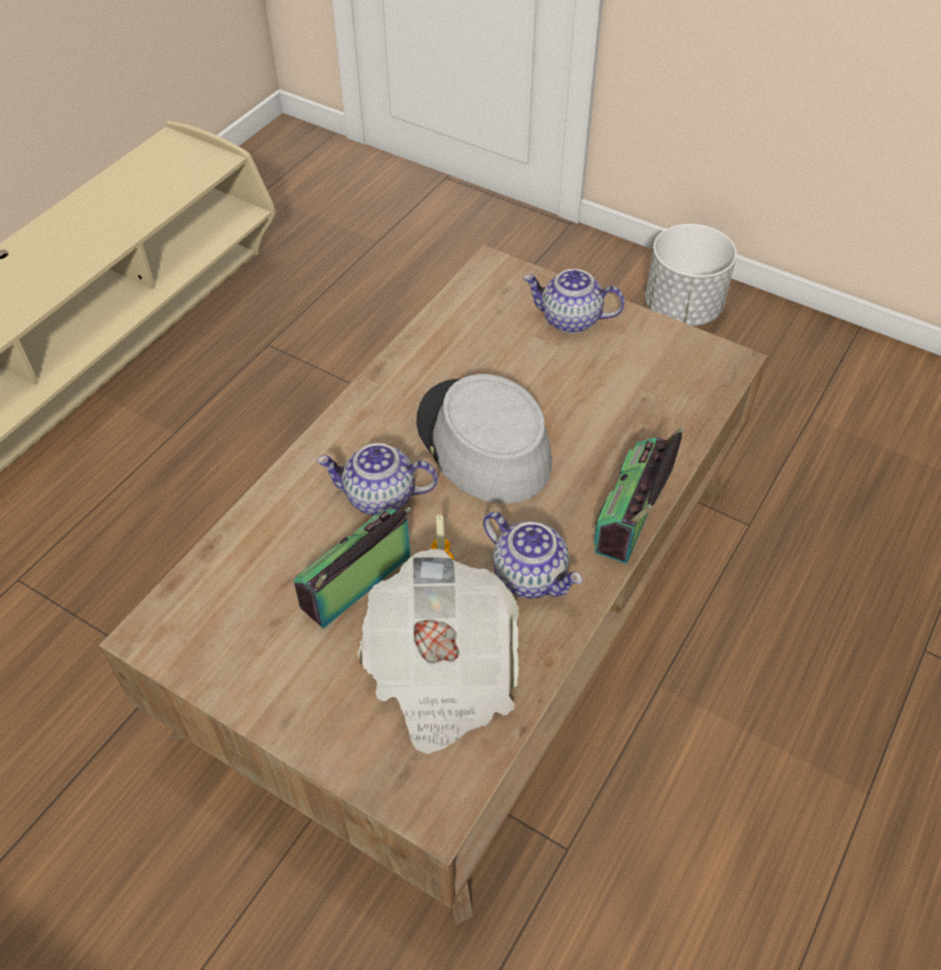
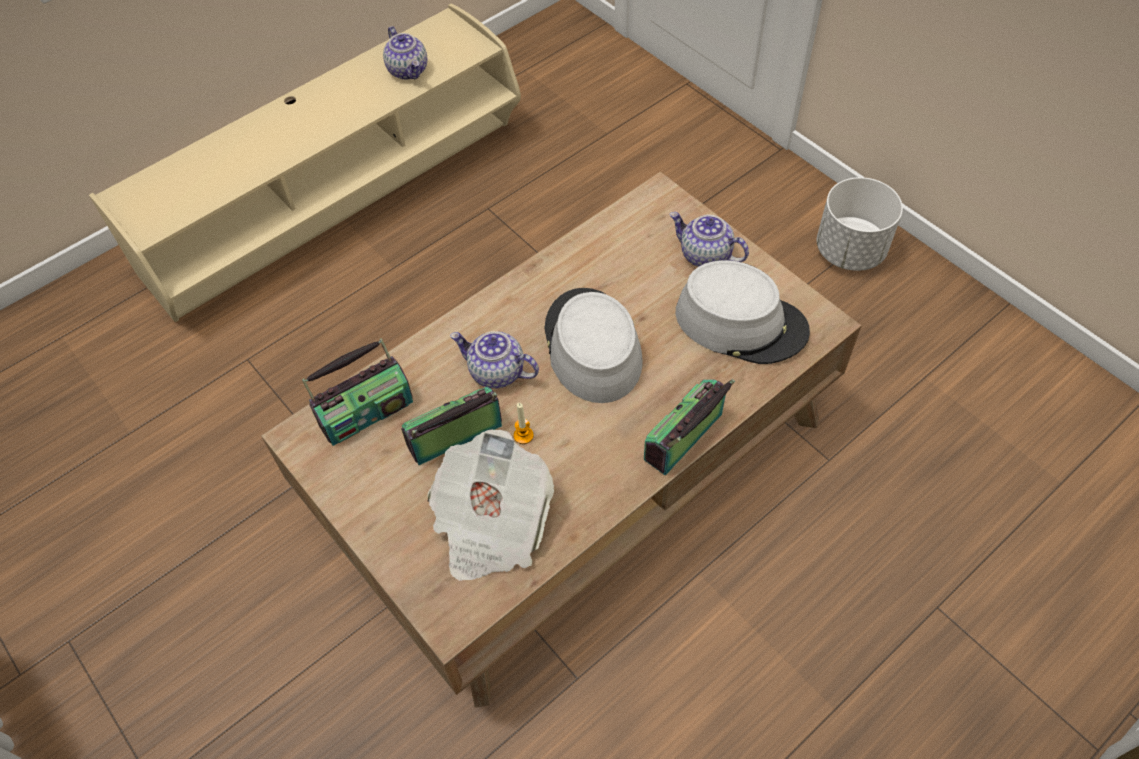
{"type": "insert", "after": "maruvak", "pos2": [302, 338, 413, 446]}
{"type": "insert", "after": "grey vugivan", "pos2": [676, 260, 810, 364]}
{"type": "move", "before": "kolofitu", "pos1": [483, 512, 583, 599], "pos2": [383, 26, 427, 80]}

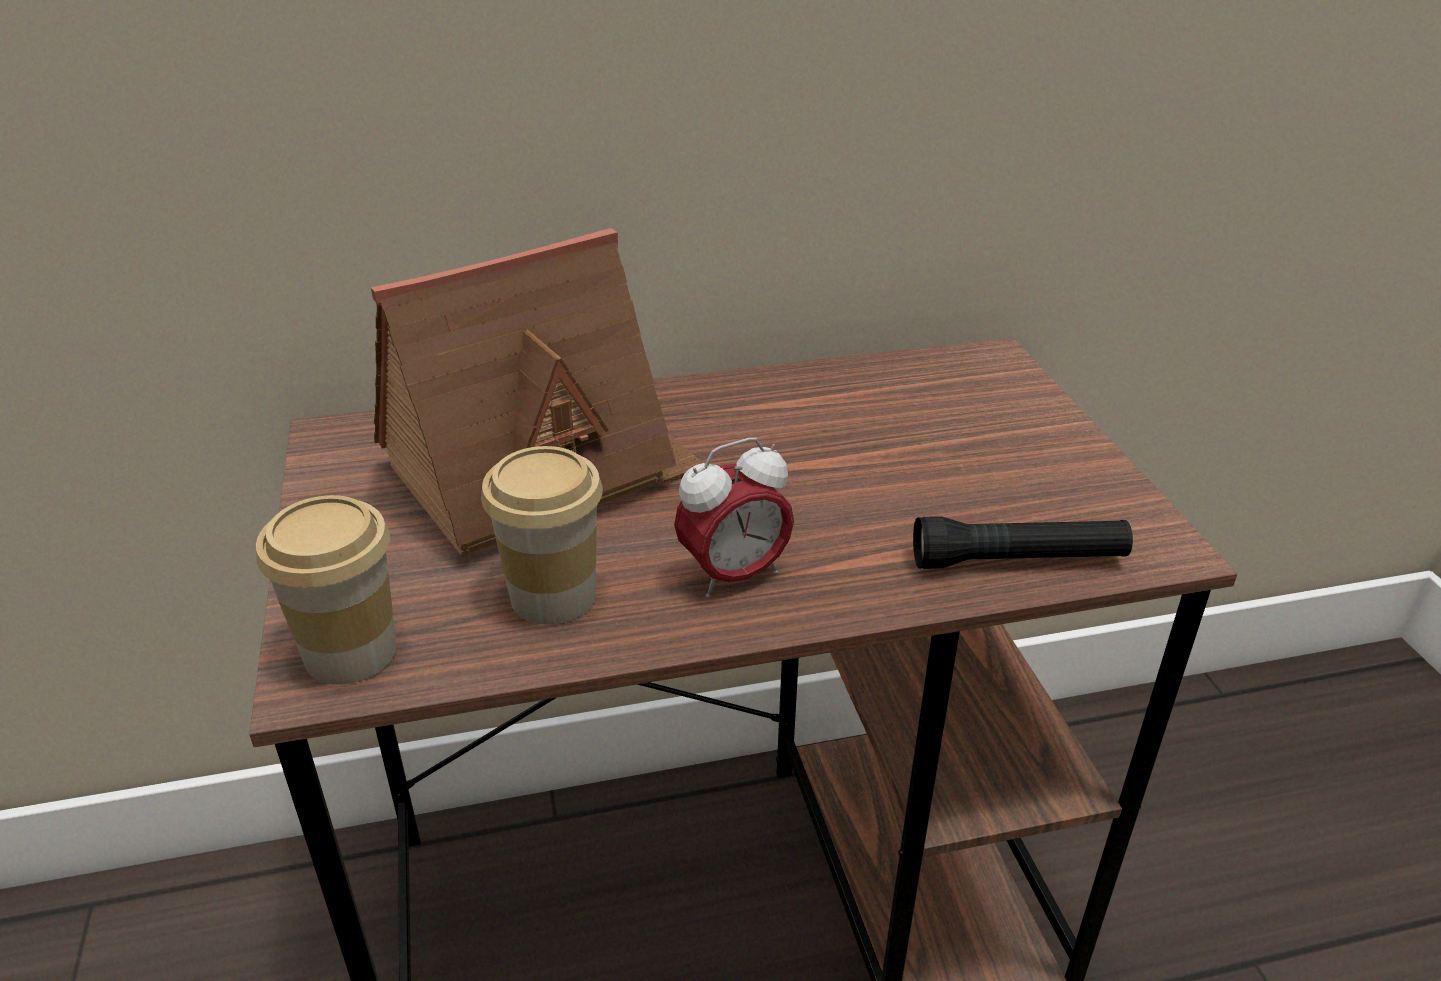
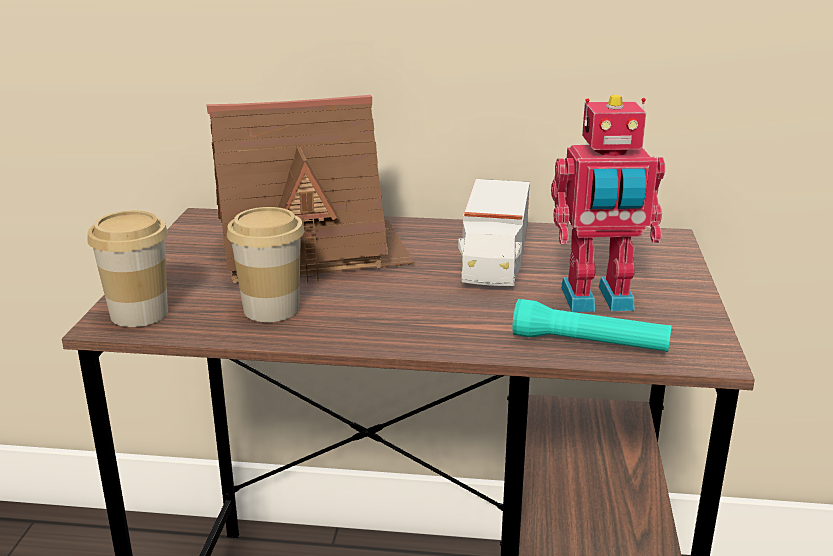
{"type": "delete", "before": "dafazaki", "pos1": [674, 438, 794, 598]}
{"type": "insert", "after": "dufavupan", "pos2": [458, 179, 530, 286]}
{"type": "insert", "after": "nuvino", "pos2": [551, 95, 665, 312]}
{"type": "recolor", "before": "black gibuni", "after": "turquoise gibuni", "pos1": [913, 516, 1133, 569], "pos2": [512, 299, 672, 352]}

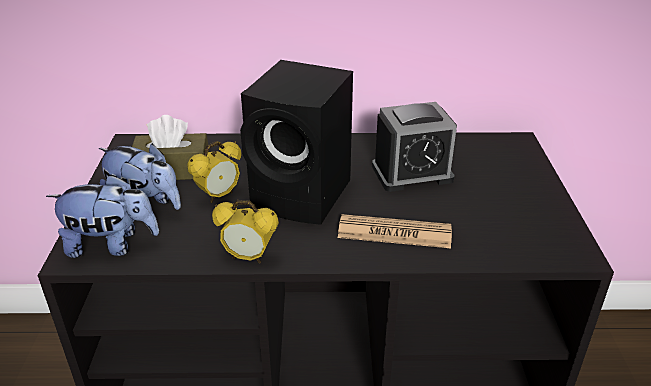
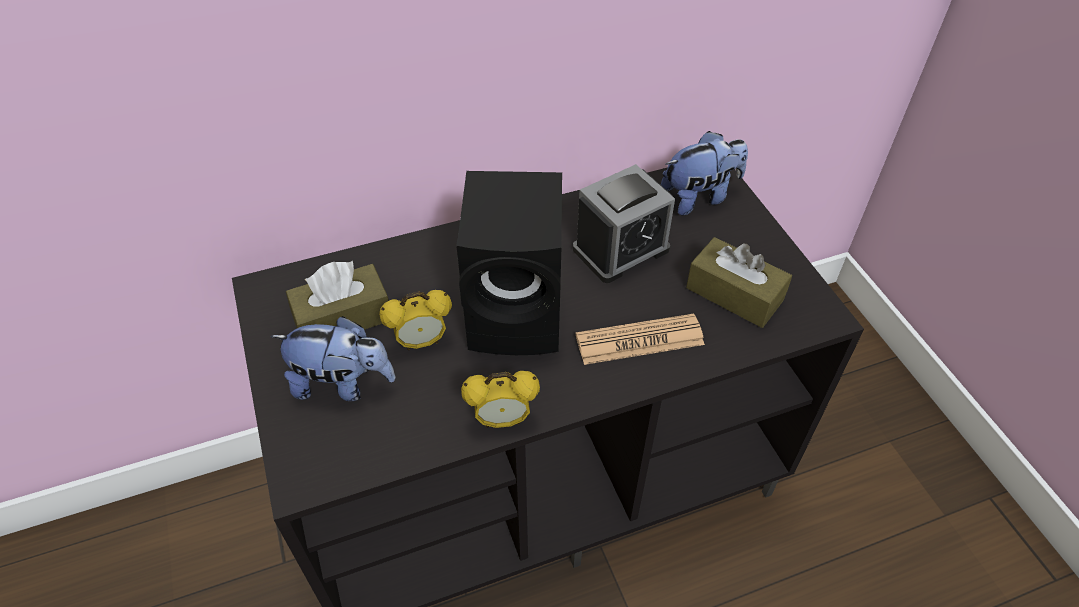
{"type": "insert", "after": "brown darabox", "pos2": [686, 237, 792, 328]}
{"type": "move", "before": "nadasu", "pos1": [46, 174, 159, 258], "pos2": [661, 131, 748, 216]}
{"type": "rotate", "before": "dafazaki", "pos1": [187, 141, 241, 203], "pos2": [379, 290, 452, 351], "turn": 45}

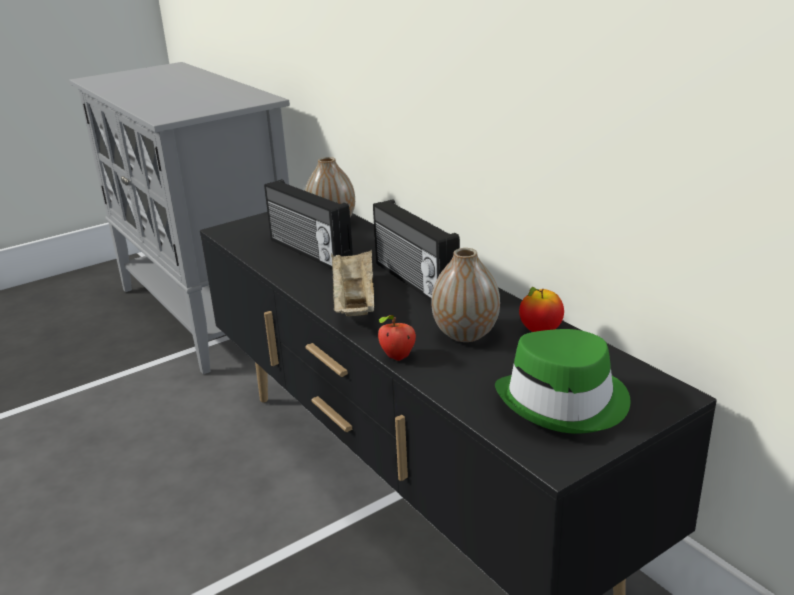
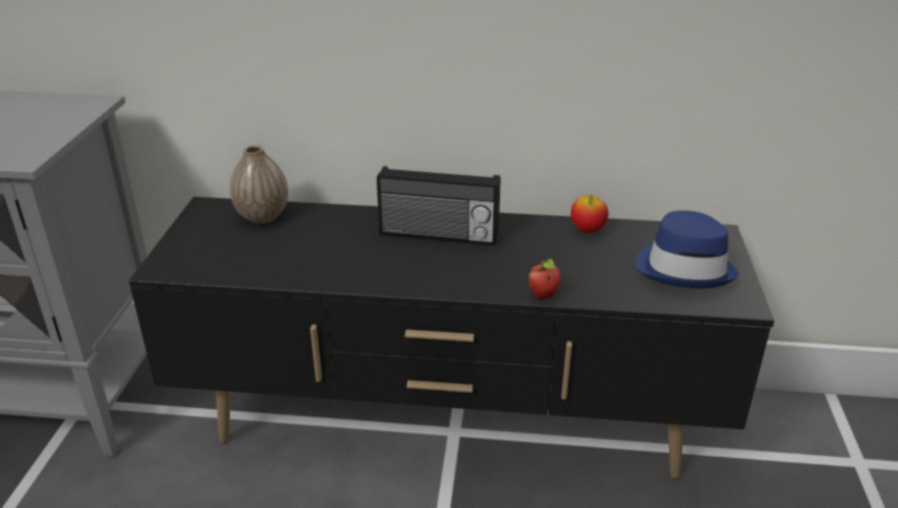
{"type": "delete", "before": "maruvak", "pos1": [264, 179, 353, 269]}
{"type": "delete", "before": "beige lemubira", "pos1": [331, 250, 374, 316]}
{"type": "delete", "before": "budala", "pos1": [431, 248, 500, 342]}
{"type": "recolor", "before": "green vugivan", "after": "blue vugivan", "pos1": [495, 329, 630, 434], "pos2": [635, 210, 738, 288]}

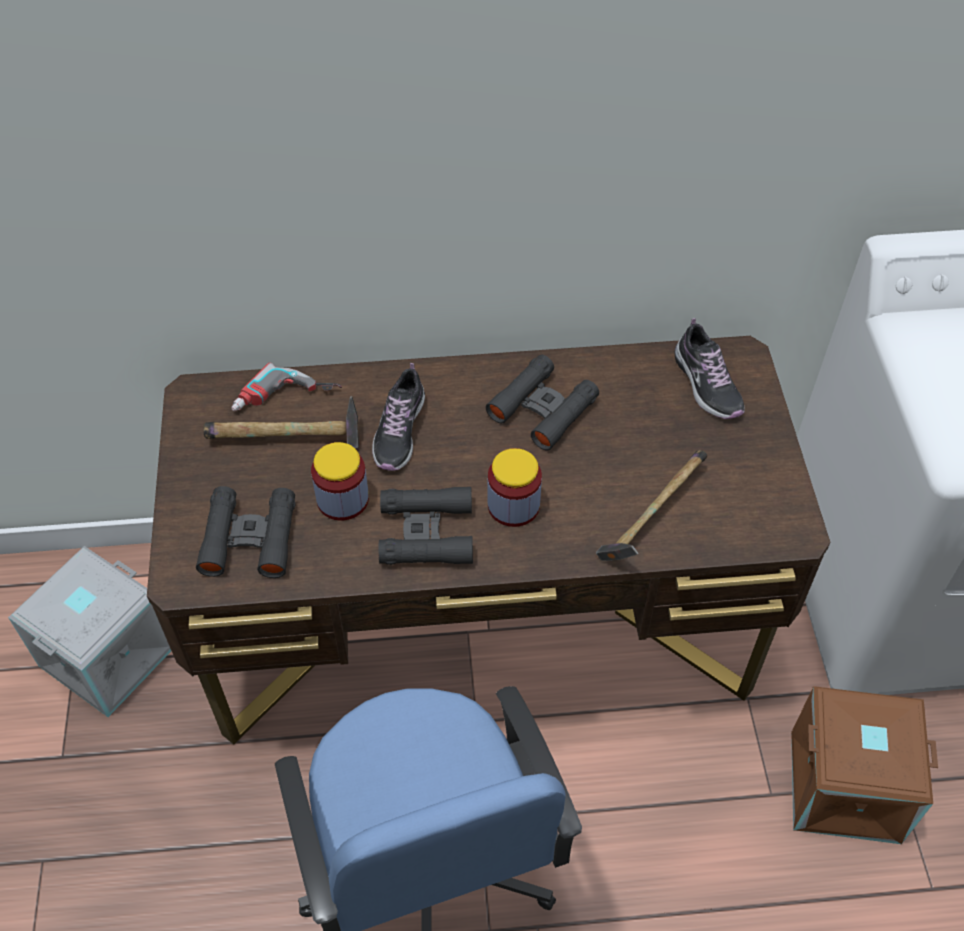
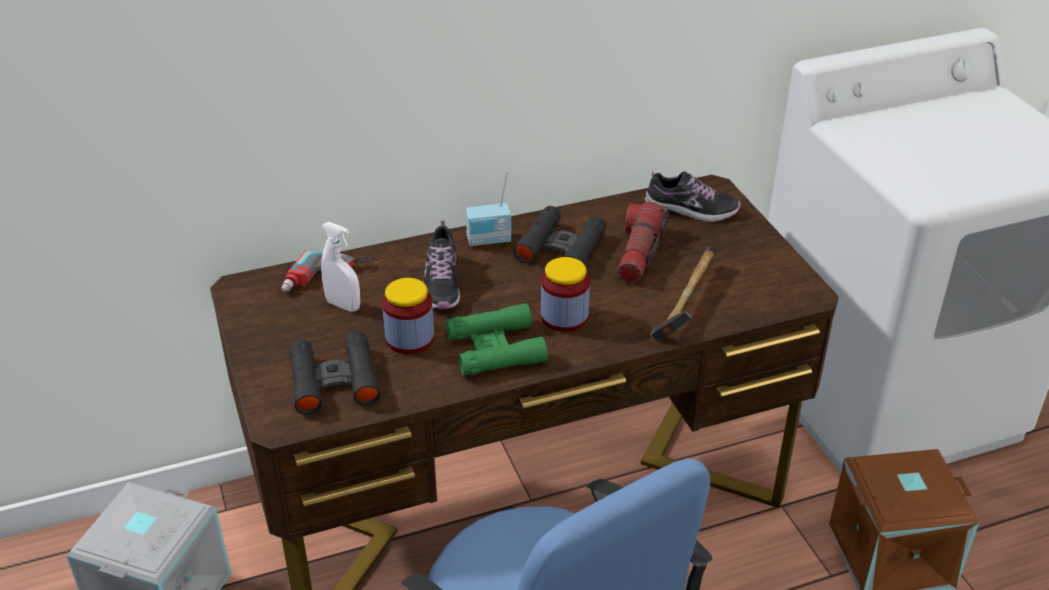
{"type": "insert", "after": "maruvak", "pos2": [466, 171, 511, 246]}
{"type": "insert", "after": "gibuni", "pos2": [617, 202, 669, 283]}
{"type": "replace", "before": "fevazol", "after": "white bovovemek", "pos1": [203, 396, 359, 448], "pos2": [321, 222, 360, 312]}
{"type": "recolor", "before": "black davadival", "after": "green davadival", "pos1": [378, 487, 473, 565], "pos2": [446, 303, 548, 375]}
{"type": "rotate", "before": "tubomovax", "pos1": [674, 318, 745, 419], "pos2": [644, 171, 741, 222], "turn": -45}

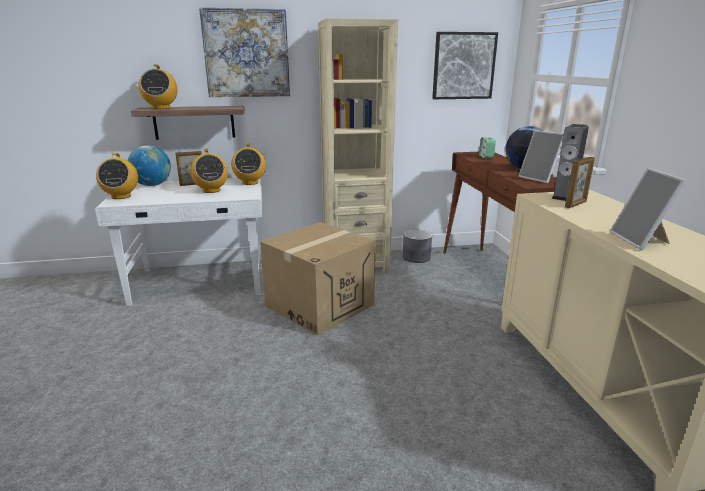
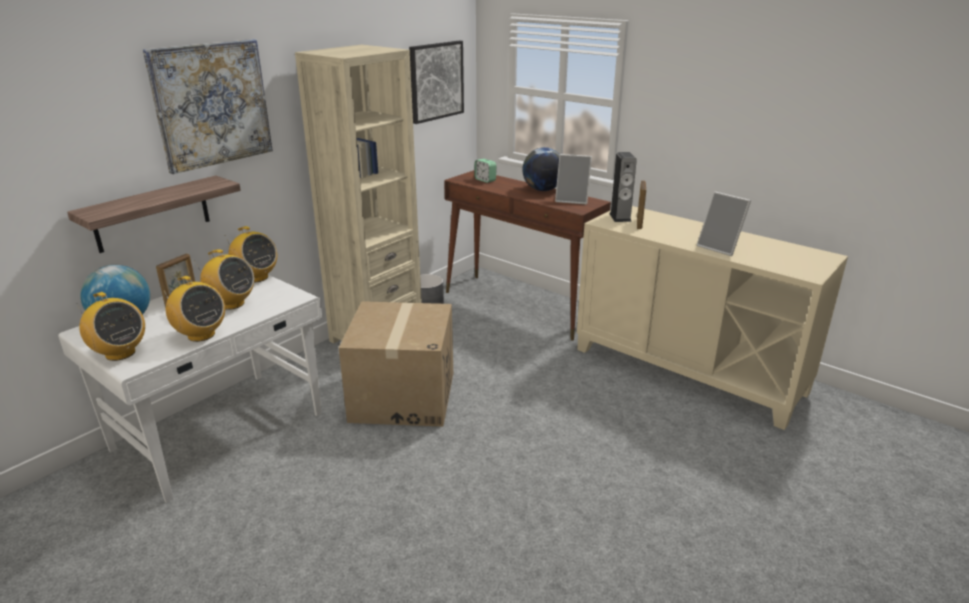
{"type": "move", "before": "maruvak", "pos1": [138, 64, 178, 109], "pos2": [162, 276, 225, 342]}

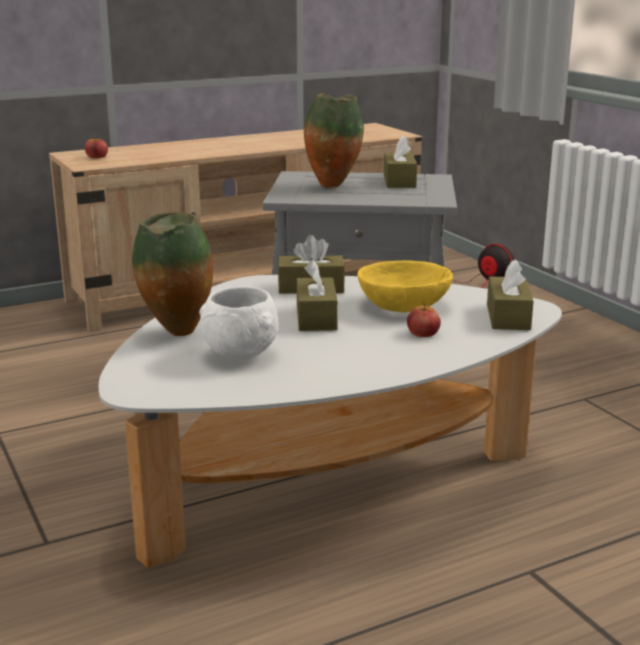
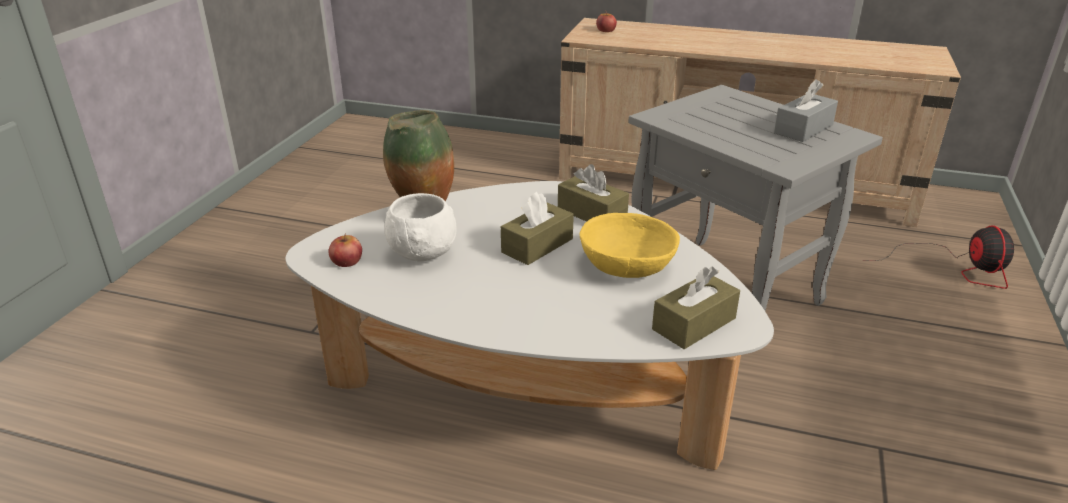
{"type": "delete", "before": "budala", "pos1": [304, 93, 364, 188]}
{"type": "move", "before": "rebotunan", "pos1": [407, 302, 441, 337], "pos2": [328, 233, 362, 267]}
{"type": "recolor", "before": "brown darabox", "after": "grey darabox", "pos1": [384, 135, 417, 188], "pos2": [774, 79, 838, 142]}

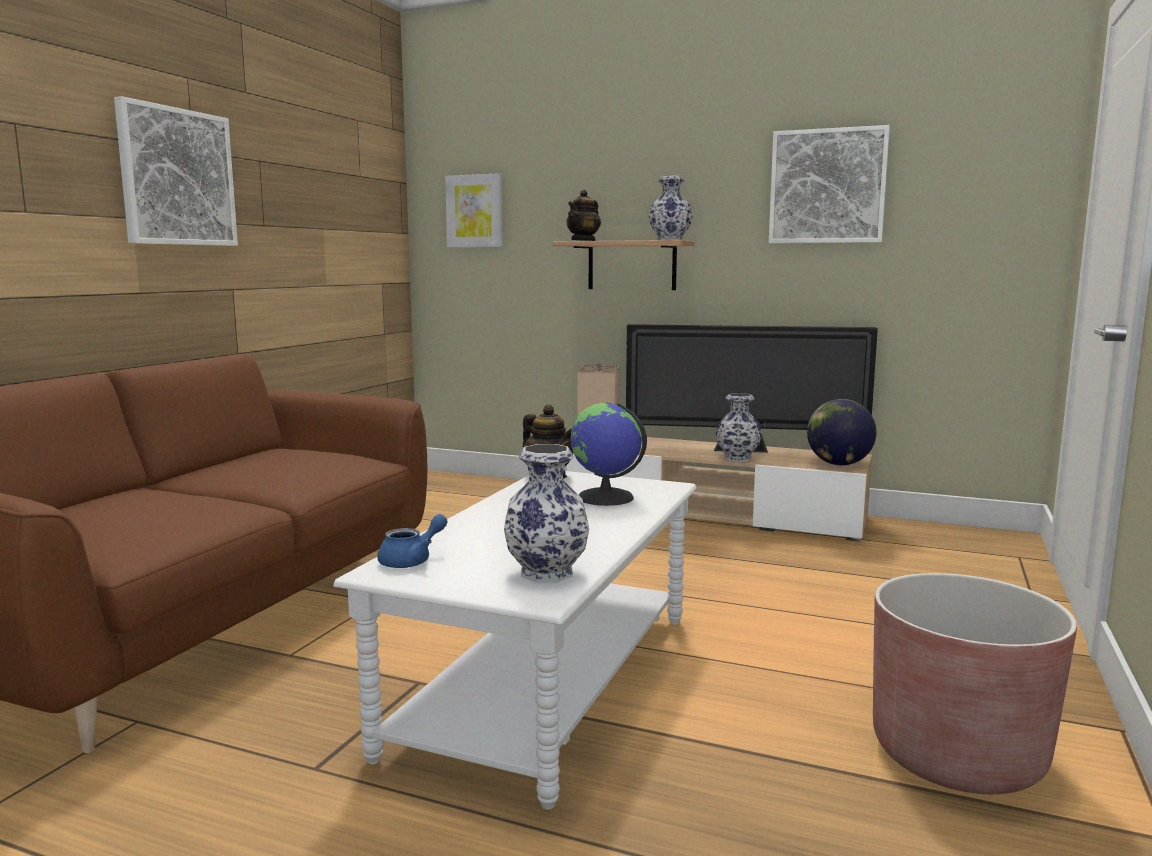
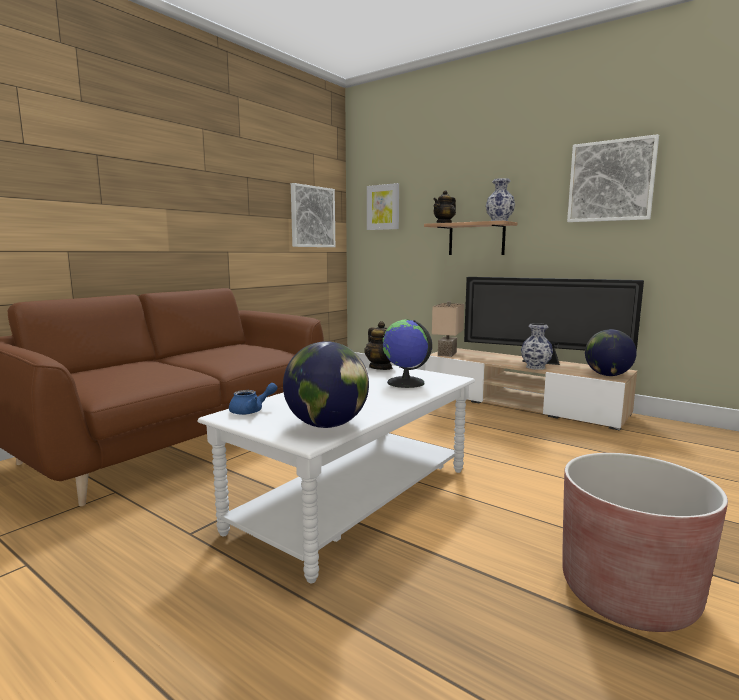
{"type": "move", "before": "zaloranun", "pos1": [114, 96, 238, 246], "pos2": [291, 183, 335, 247]}
{"type": "replace", "before": "budala", "after": "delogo", "pos1": [504, 444, 589, 583], "pos2": [283, 341, 369, 428]}

